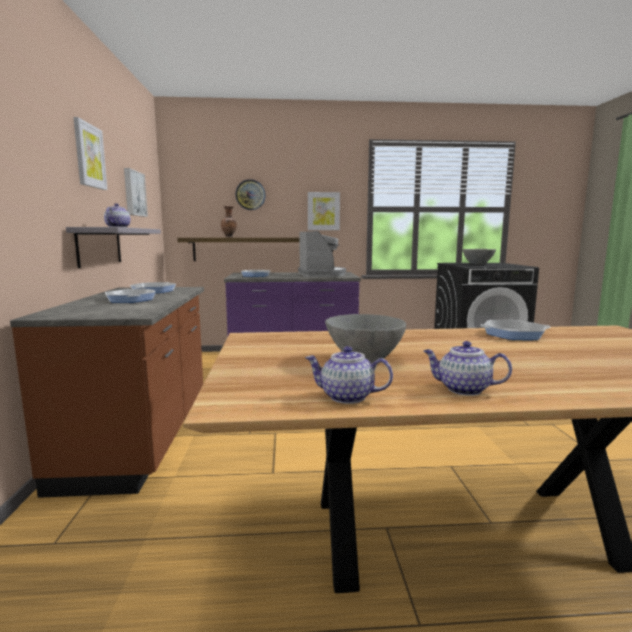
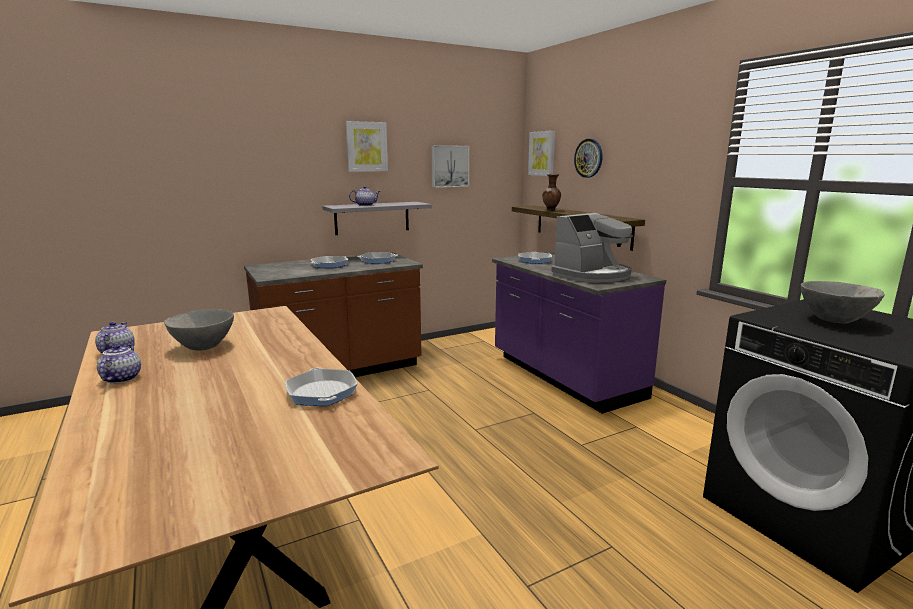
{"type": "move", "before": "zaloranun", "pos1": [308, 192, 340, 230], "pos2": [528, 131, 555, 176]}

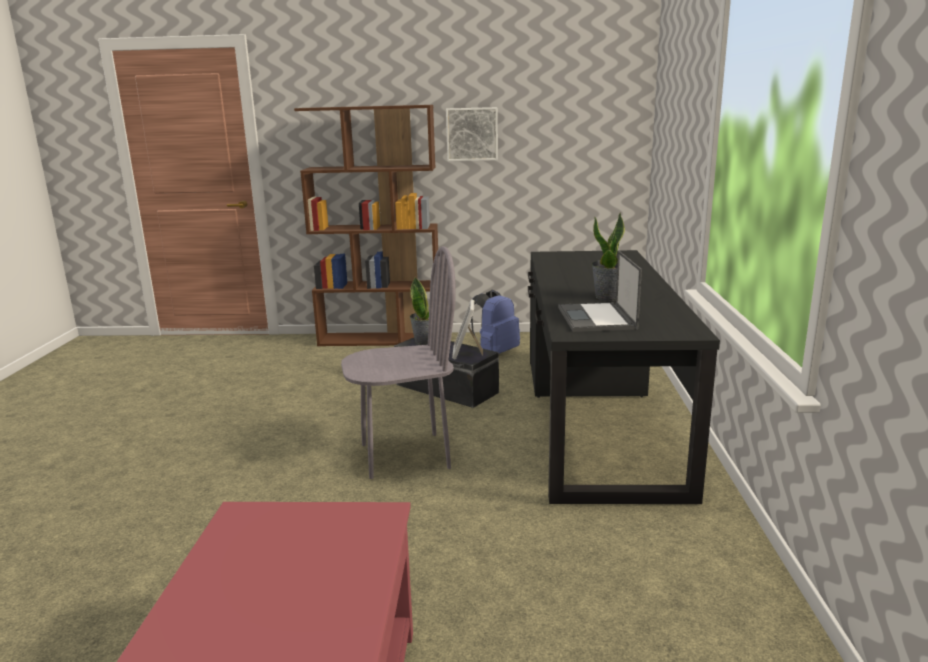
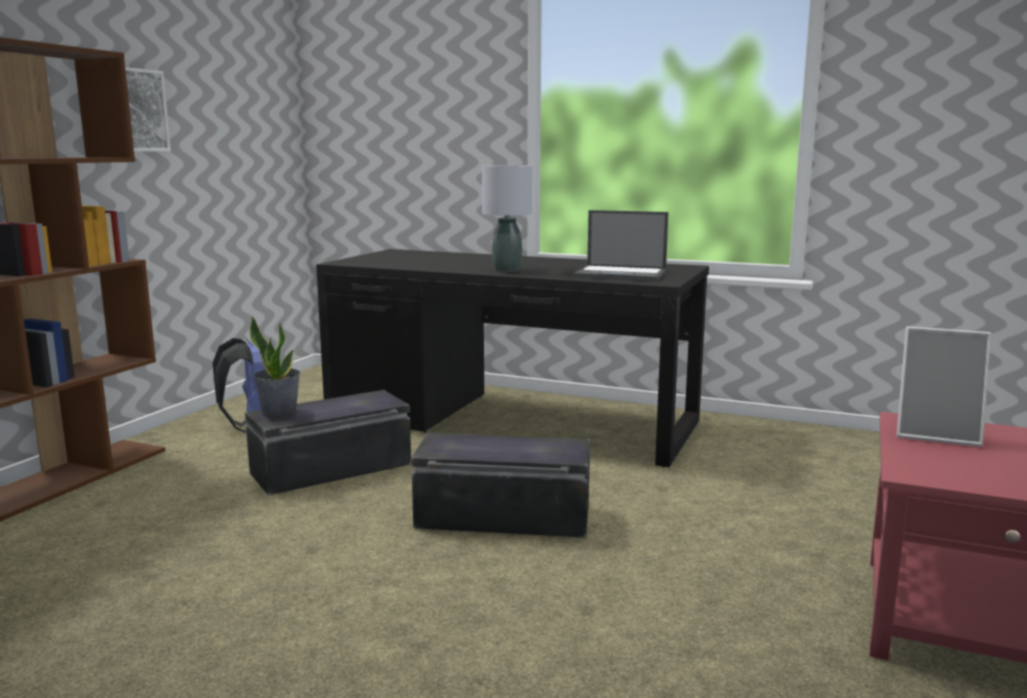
{"type": "delete", "before": "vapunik", "pos1": [592, 212, 625, 301]}
{"type": "insert", "after": "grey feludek", "pos2": [482, 165, 532, 272]}
{"type": "move", "before": "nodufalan", "pos1": [452, 299, 483, 359], "pos2": [897, 326, 991, 447]}
{"type": "replace", "before": "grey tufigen", "after": "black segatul", "pos1": [341, 246, 456, 479], "pos2": [411, 433, 590, 538]}

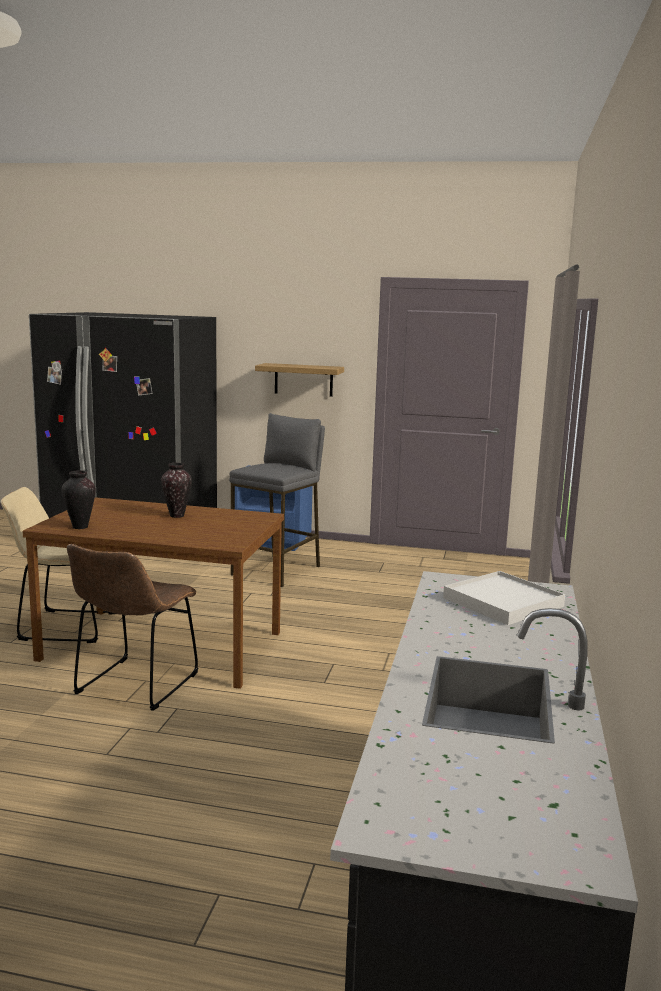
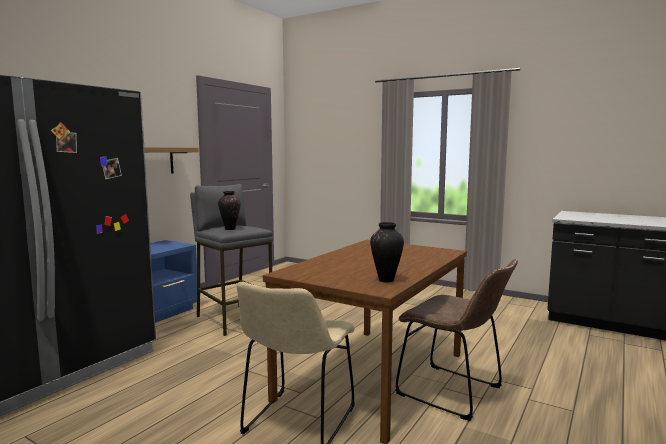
{"type": "delete", "before": "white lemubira", "pos1": [443, 571, 565, 625]}
{"type": "move", "before": "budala", "pos1": [161, 463, 192, 518], "pos2": [218, 191, 241, 230]}

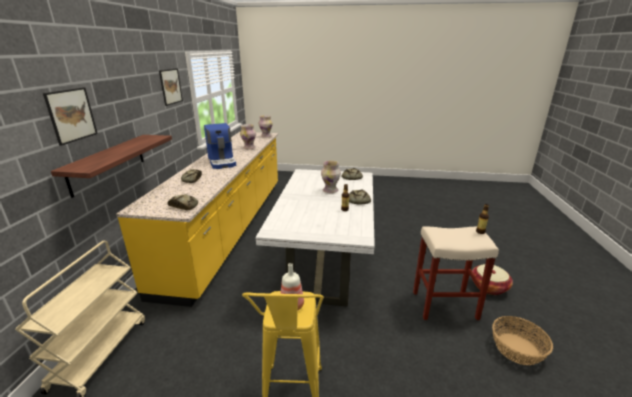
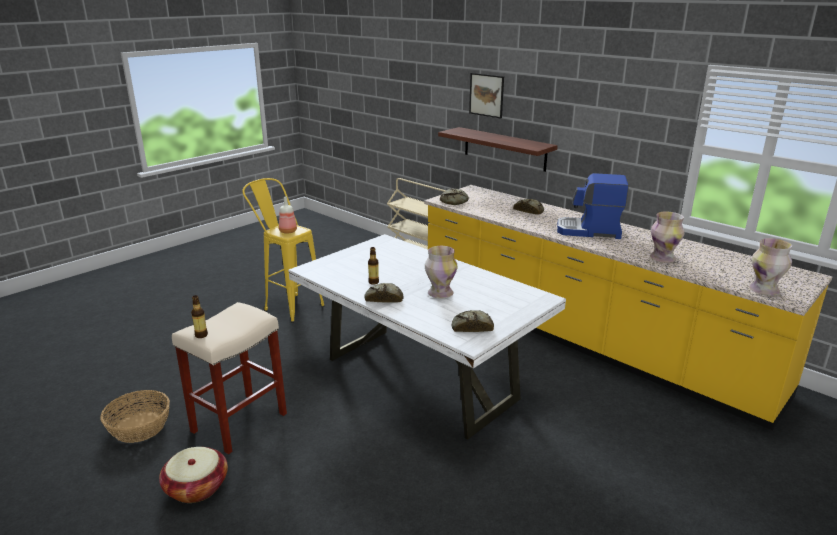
{"type": "delete", "before": "zaloranun", "pos1": [159, 68, 183, 106]}

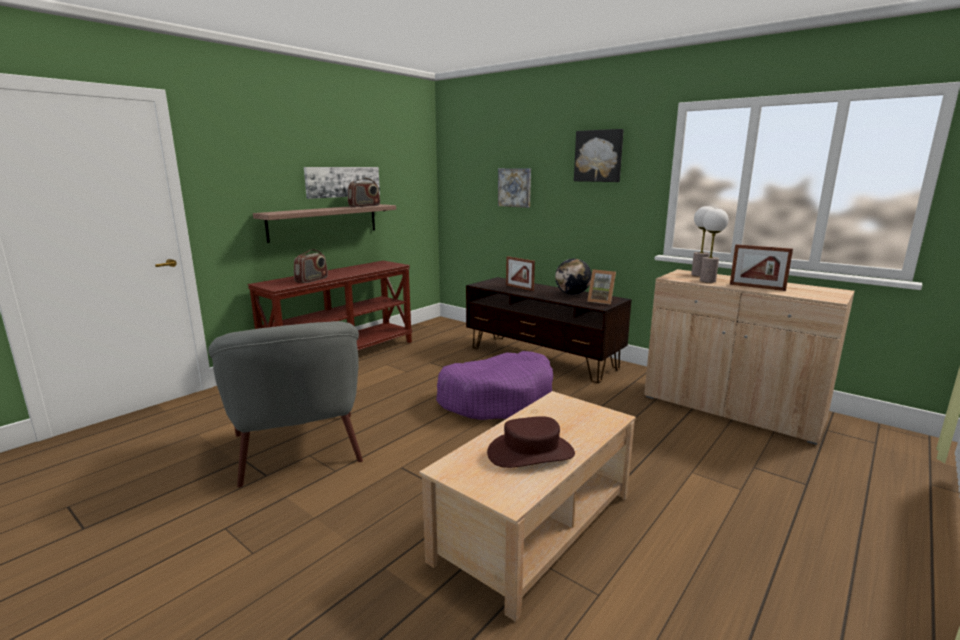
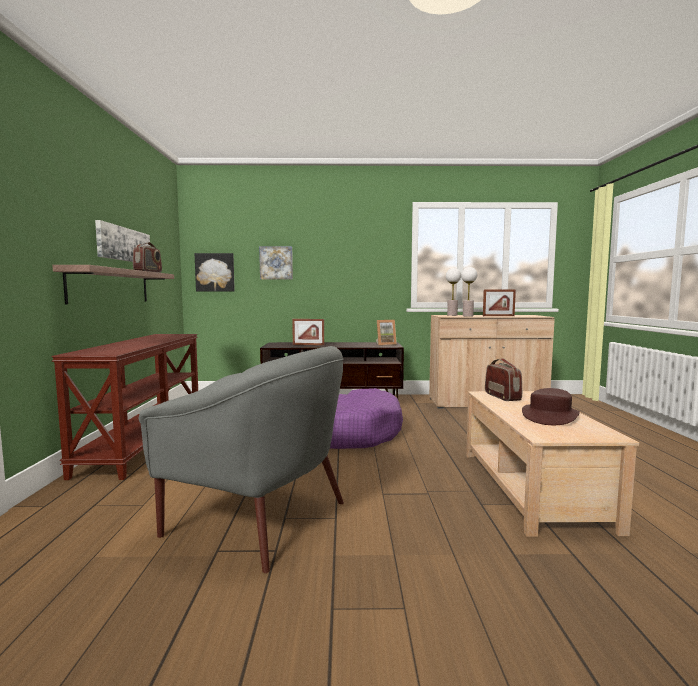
{"type": "delete", "before": "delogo", "pos1": [555, 259, 592, 295]}
{"type": "move", "before": "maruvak", "pos1": [294, 249, 328, 283], "pos2": [485, 358, 522, 401]}
{"type": "move", "before": "zaloranun", "pos1": [574, 129, 624, 182], "pos2": [195, 253, 235, 292]}

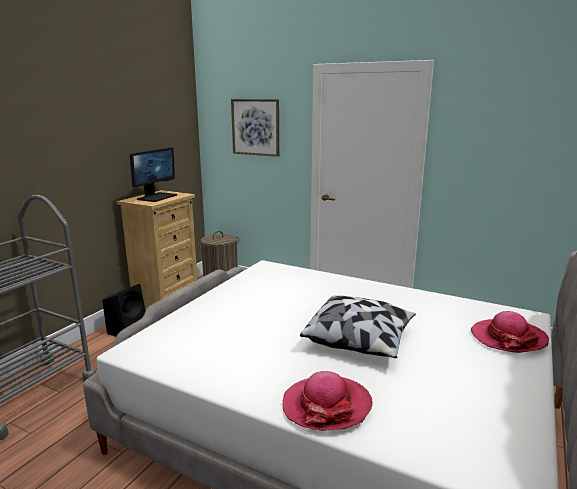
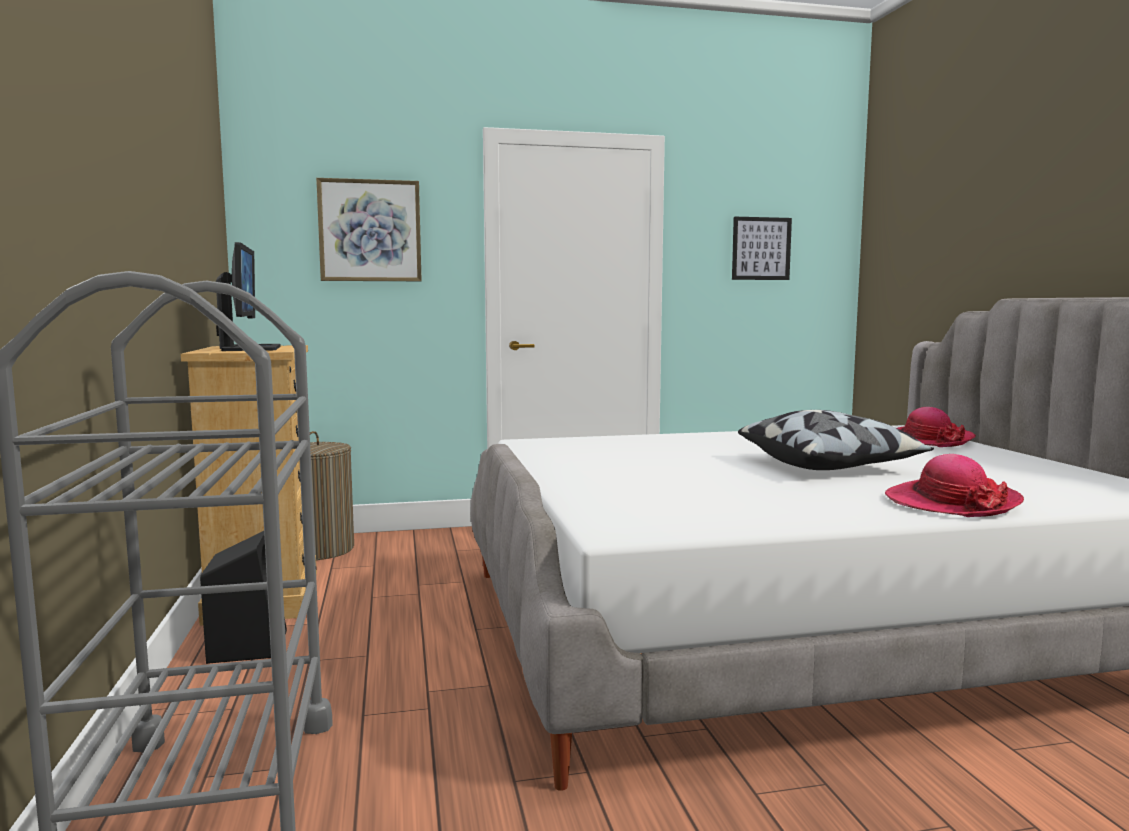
{"type": "insert", "after": "zaloranun", "pos2": [732, 217, 792, 280]}

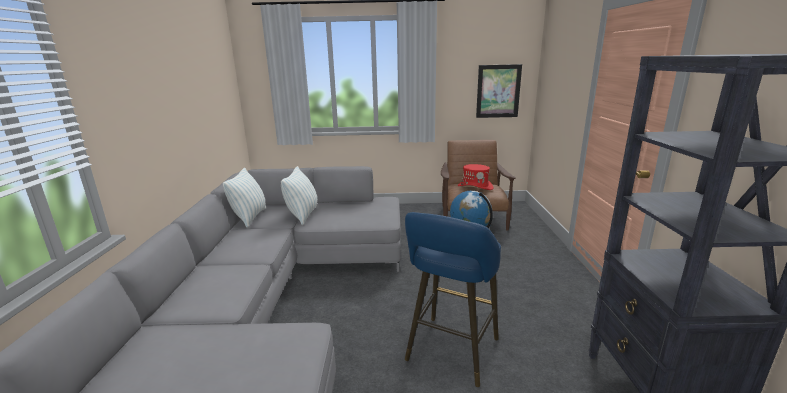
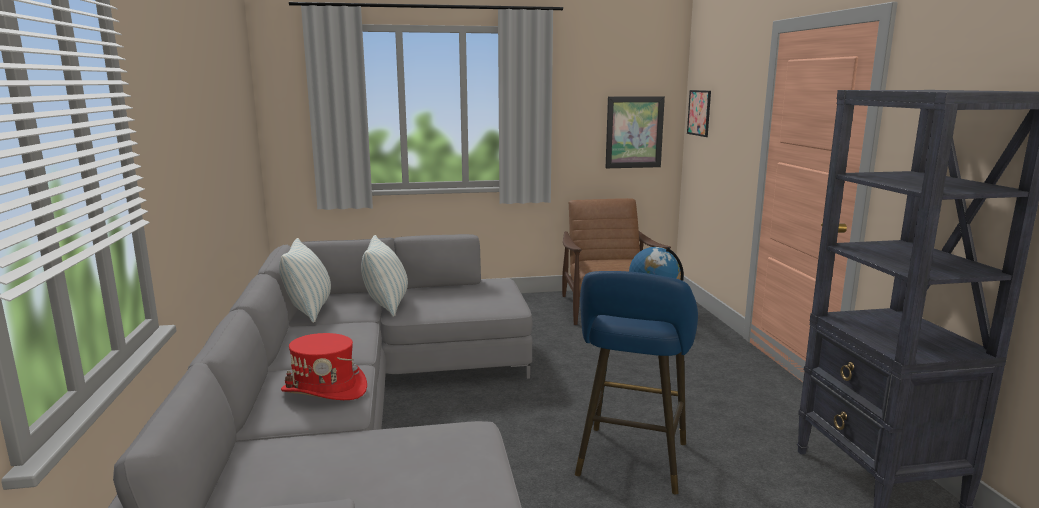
{"type": "insert", "after": "zaloranun", "pos2": [687, 90, 711, 137]}
{"type": "move", "before": "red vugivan", "pos1": [458, 164, 493, 190], "pos2": [281, 333, 367, 400]}

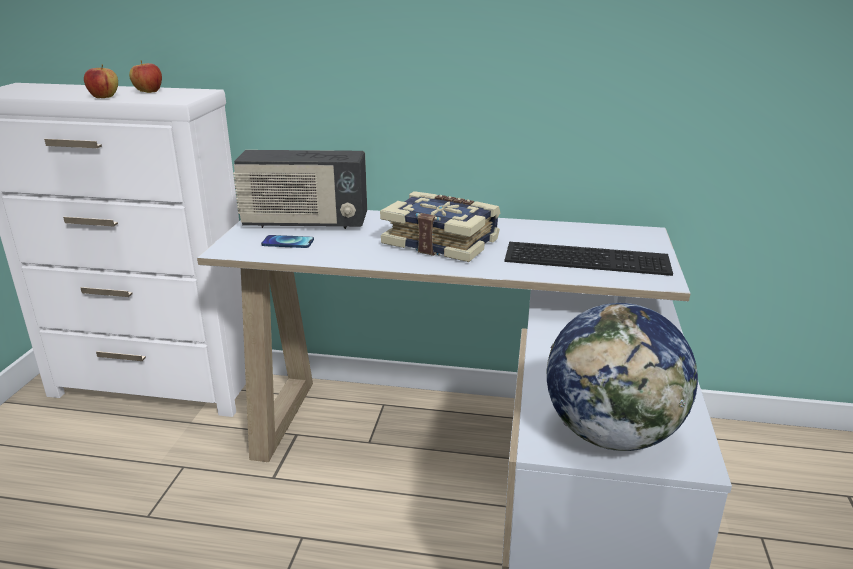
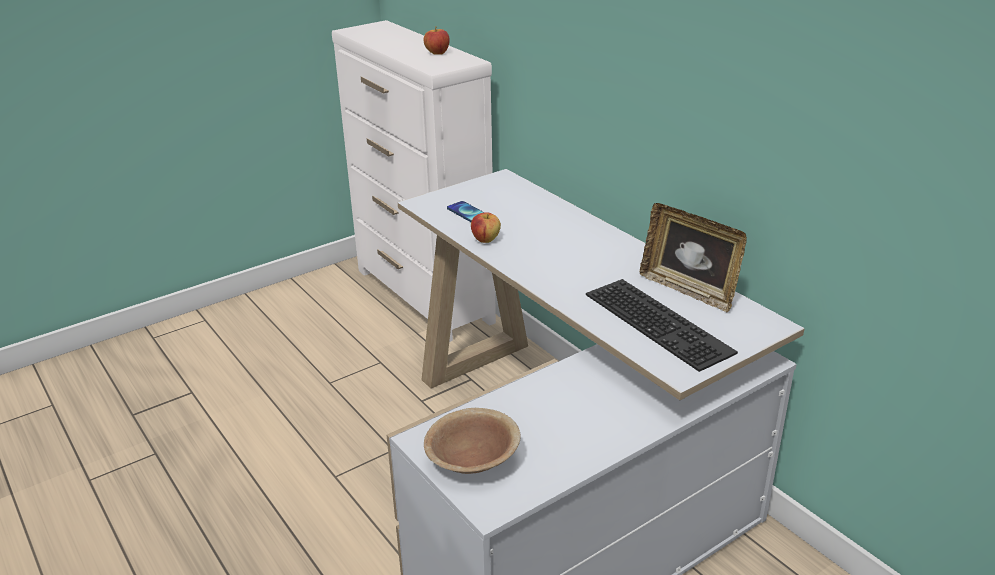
{"type": "delete", "before": "maruvak", "pos1": [233, 150, 367, 229]}
{"type": "delete", "before": "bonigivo", "pos1": [380, 191, 500, 262]}
{"type": "insert", "after": "nodufalan", "pos2": [640, 203, 747, 312]}
{"type": "move", "before": "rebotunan", "pos1": [84, 65, 118, 98], "pos2": [471, 212, 501, 243]}
{"type": "replace", "before": "delogo", "after": "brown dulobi", "pos1": [547, 303, 698, 451], "pos2": [424, 408, 521, 474]}

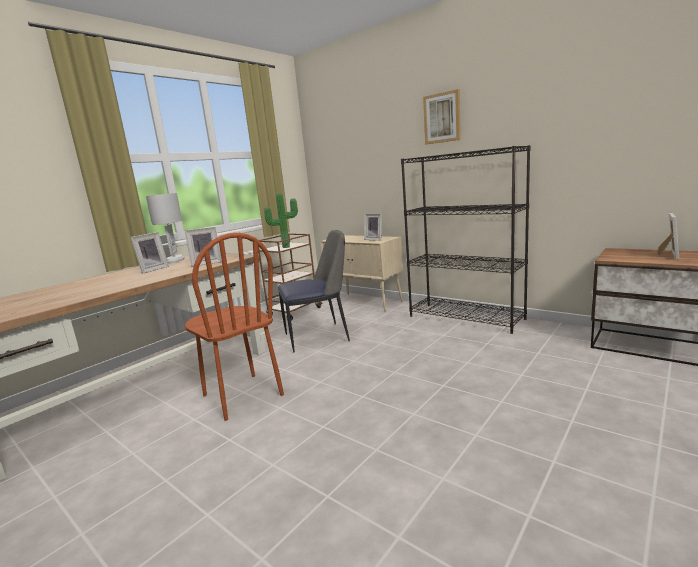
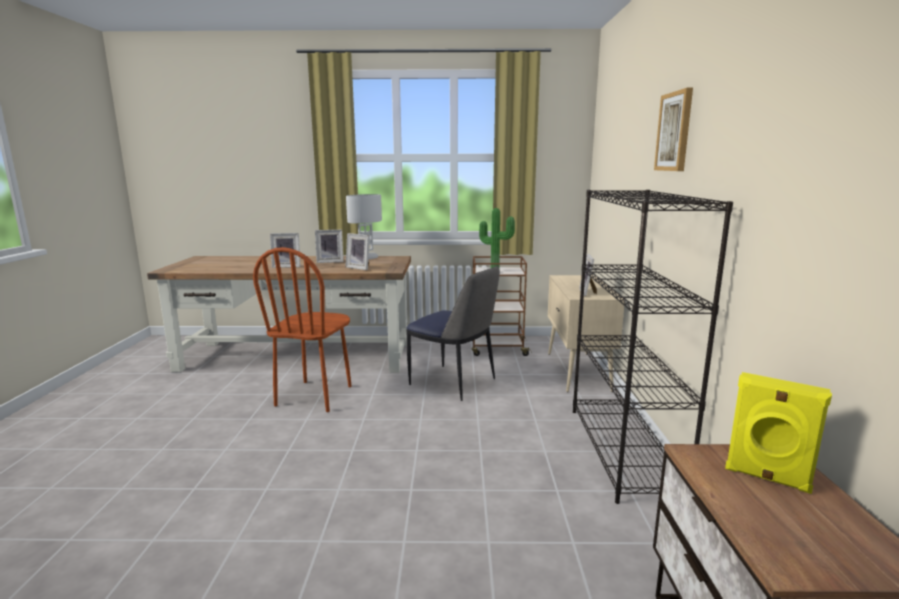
{"type": "insert", "after": "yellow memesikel", "pos2": [725, 372, 832, 494]}
{"type": "move", "before": "nodufalan", "pos1": [657, 213, 679, 259], "pos2": [270, 233, 301, 268]}

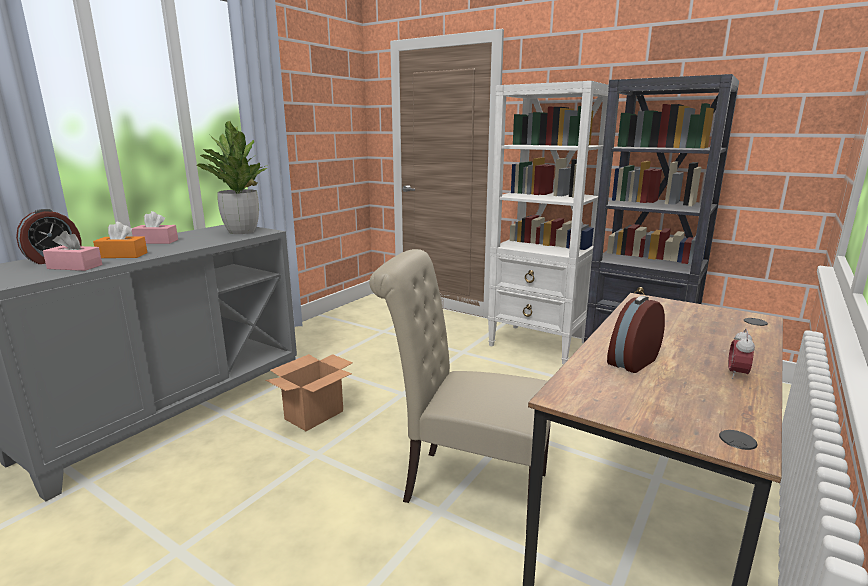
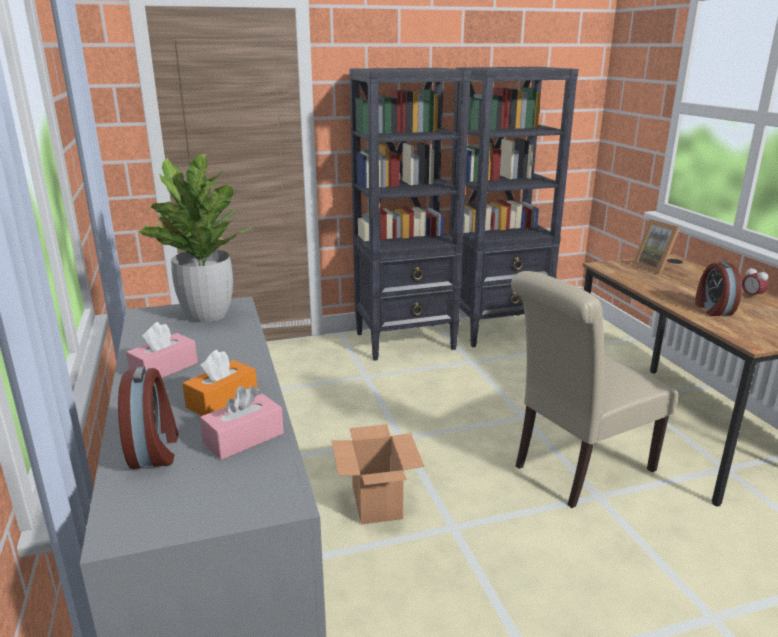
{"type": "insert", "after": "nodufalan", "pos2": [632, 219, 680, 275]}
{"type": "recolor", "before": "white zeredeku", "after": "black zeredeku", "pos1": [488, 81, 609, 364], "pos2": [349, 68, 471, 361]}

